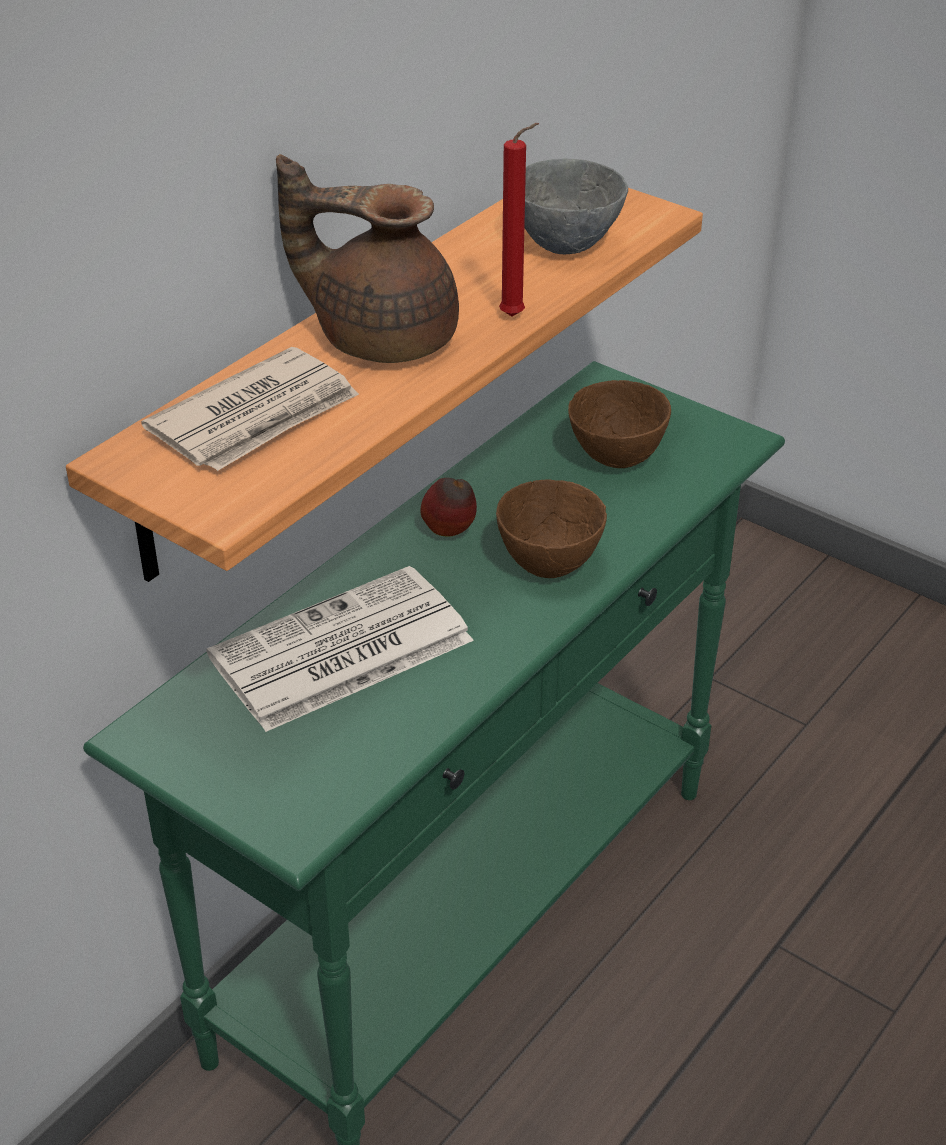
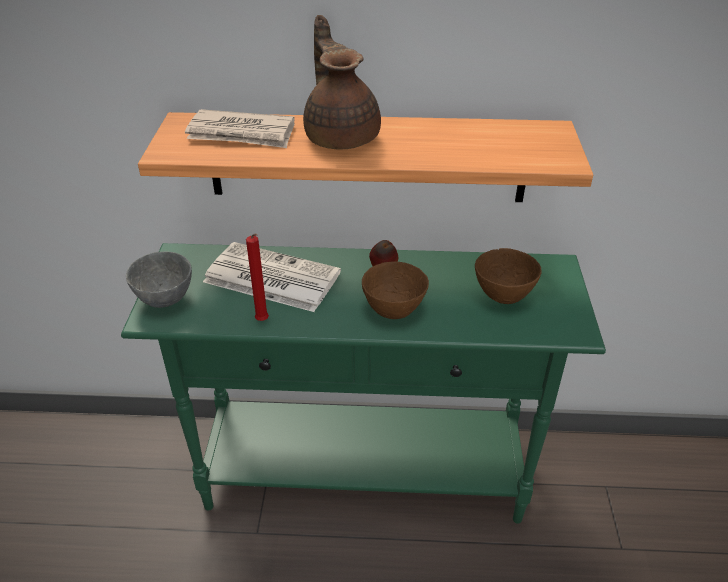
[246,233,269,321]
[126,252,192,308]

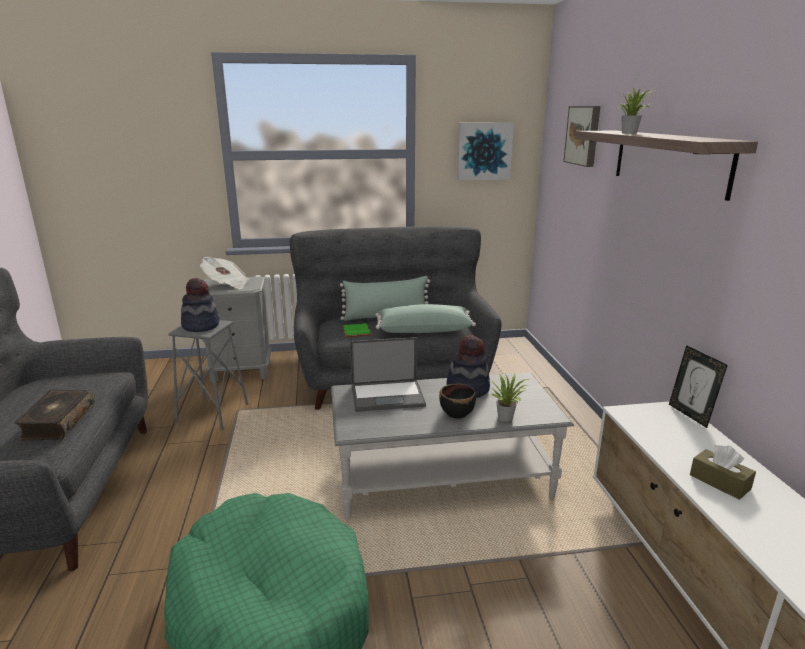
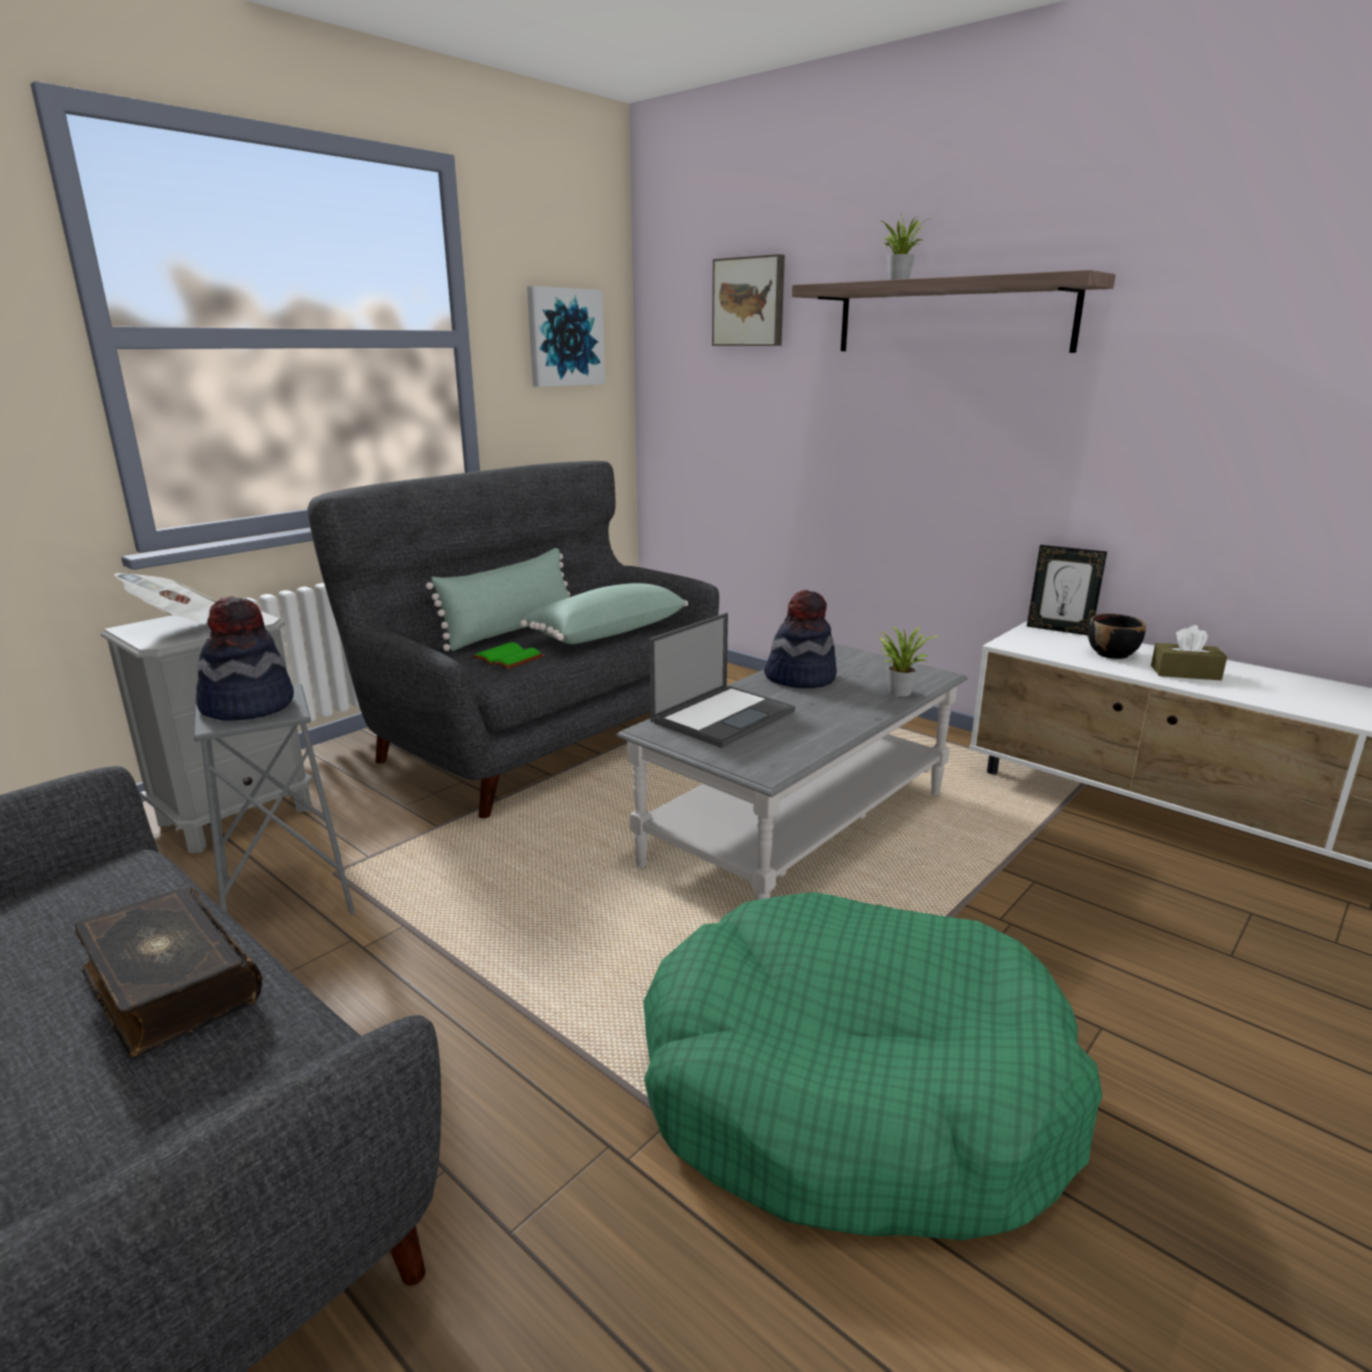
[1088,613,1146,659]

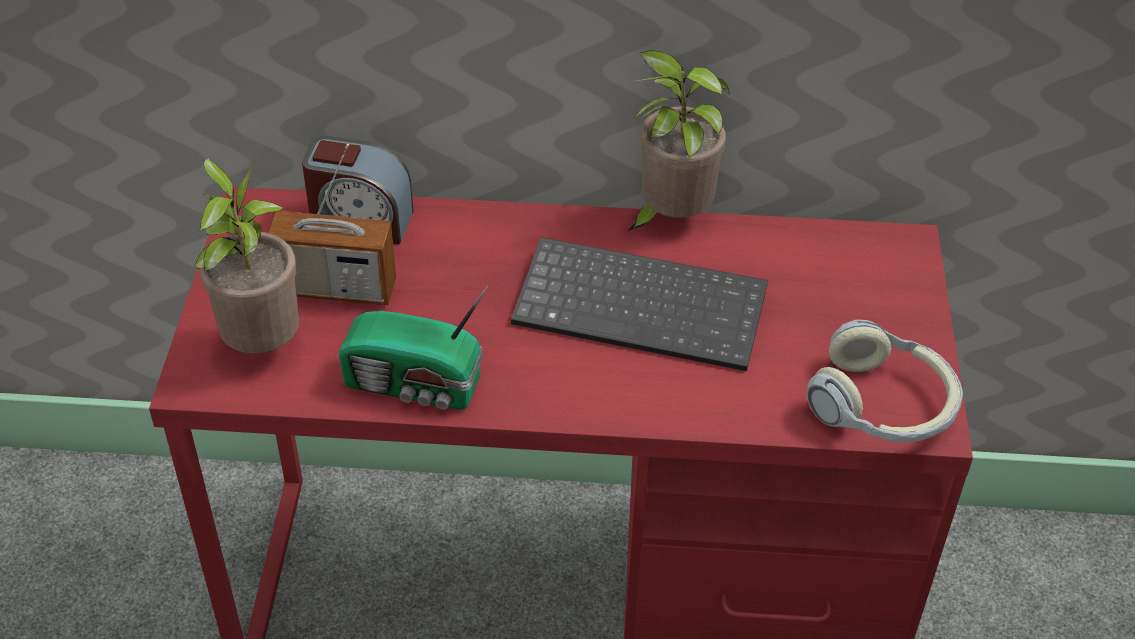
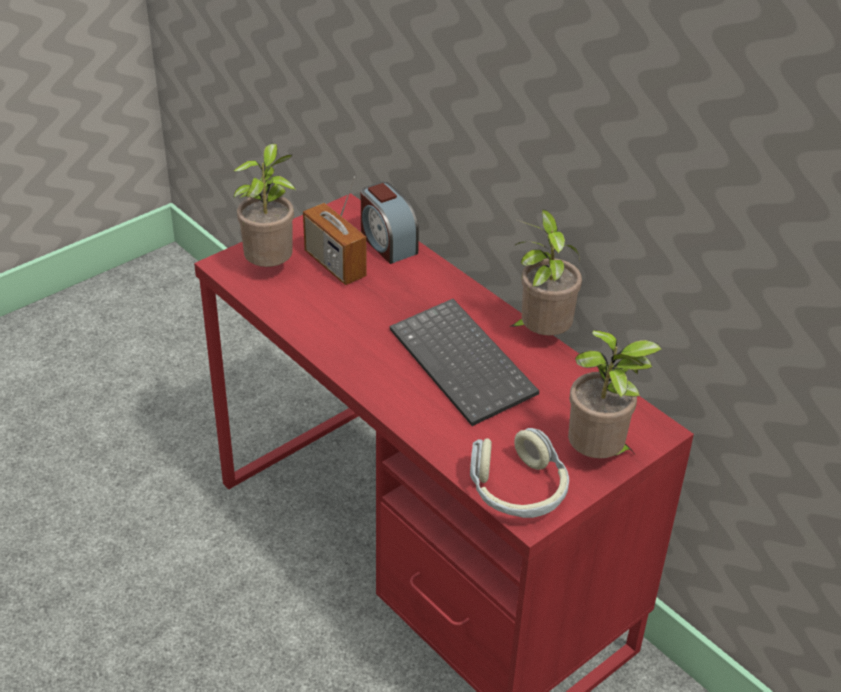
[339,284,489,410] (first image)
[568,330,662,458]

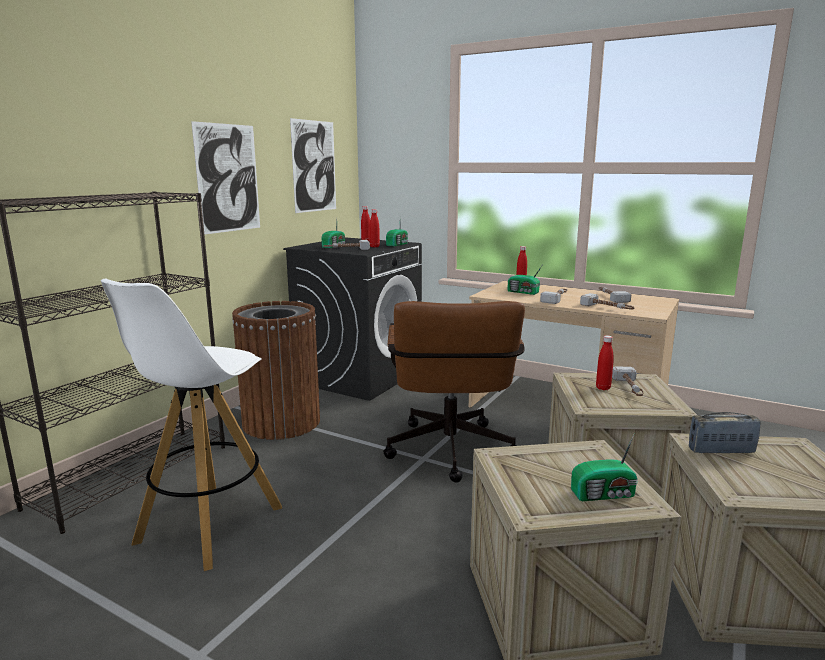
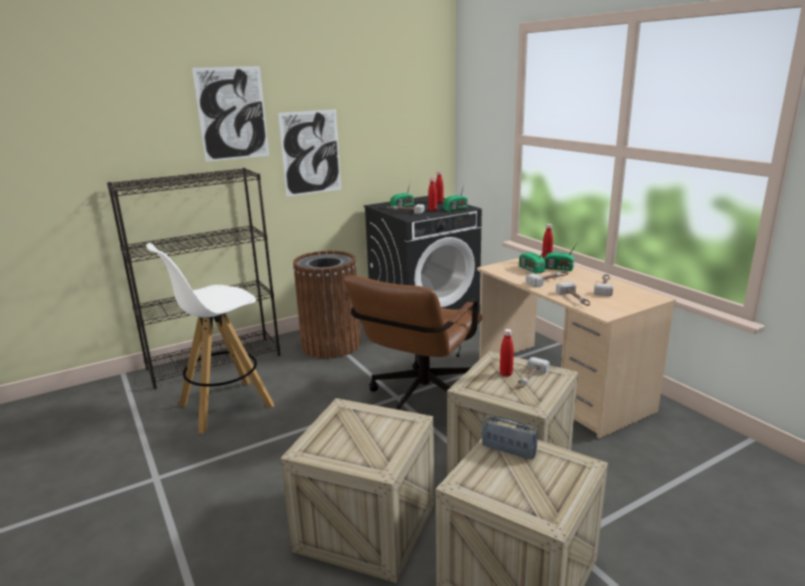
[192,66,269,162]
[544,243,577,271]

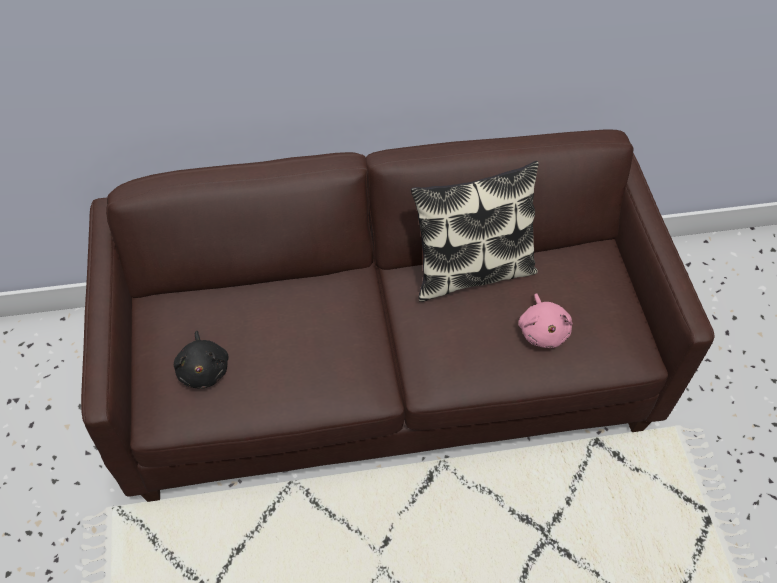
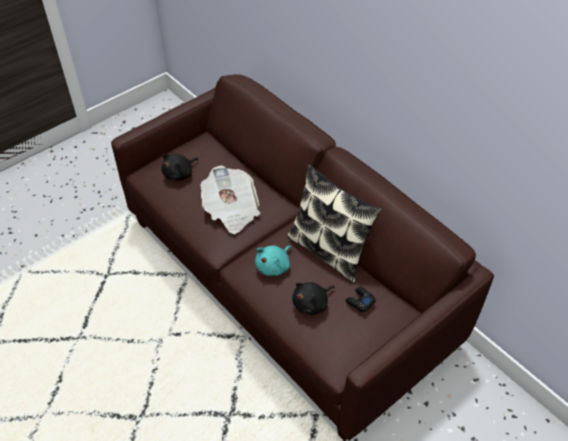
[200,165,260,234]
[255,245,291,276]
[345,287,376,312]
[292,282,335,315]

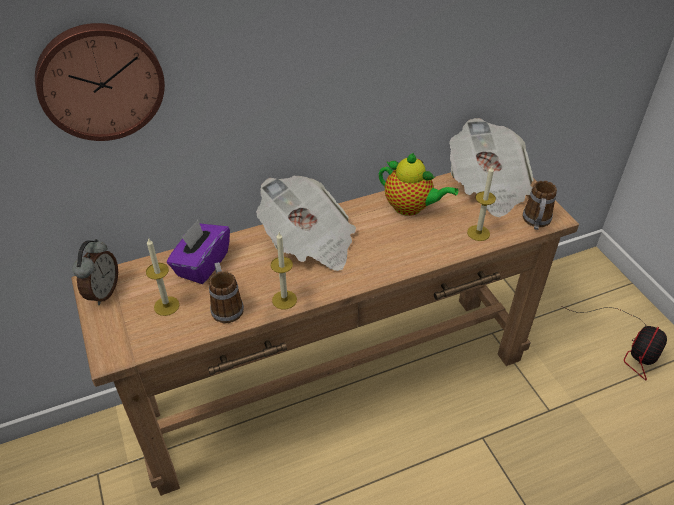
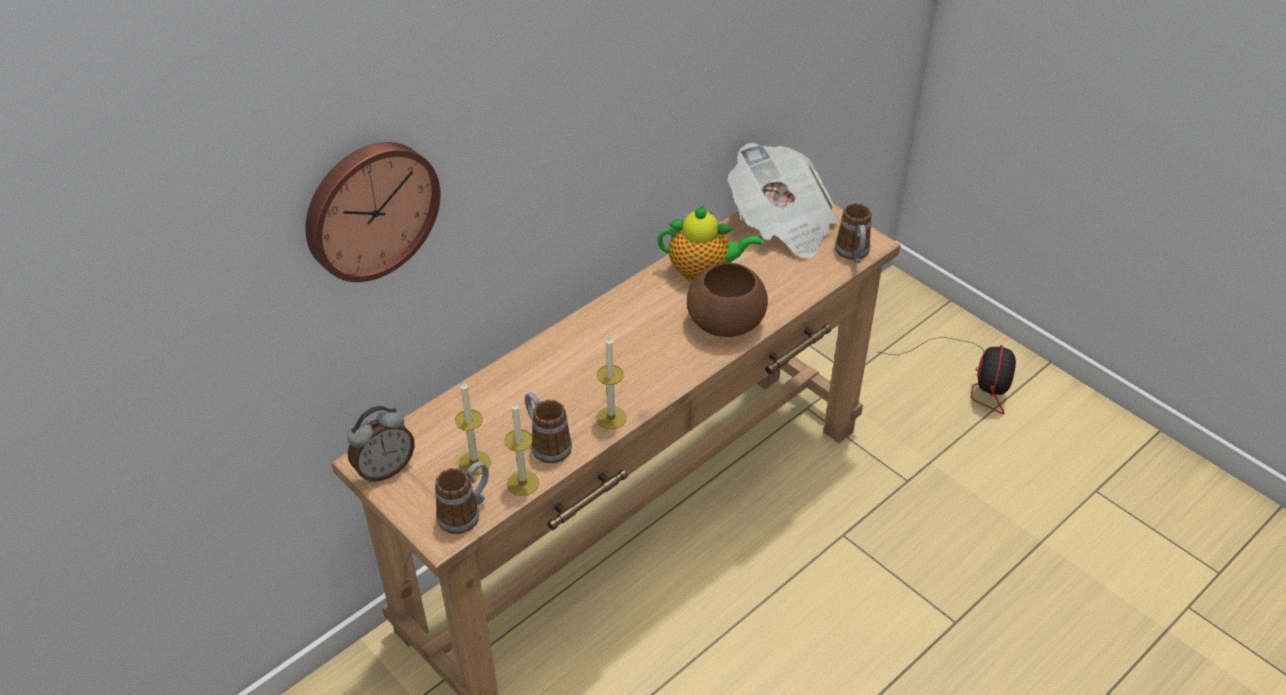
[167,220,230,284] (first image)
[256,176,356,271] (first image)
[435,462,489,534]
[687,263,768,337]
[504,402,539,496]
[347,406,415,483]

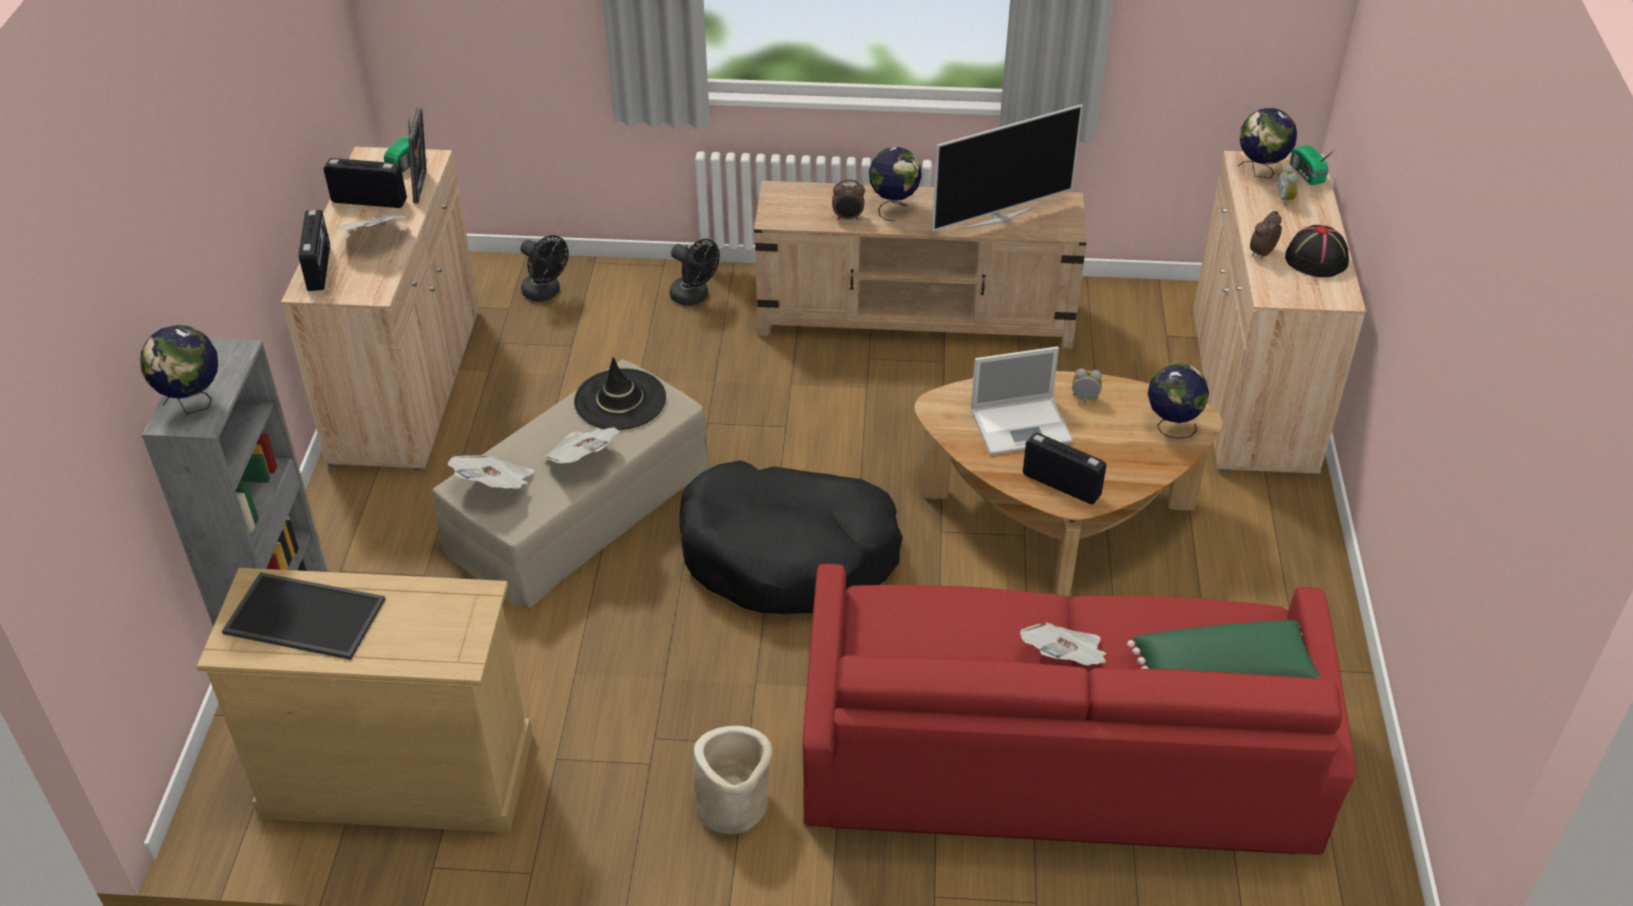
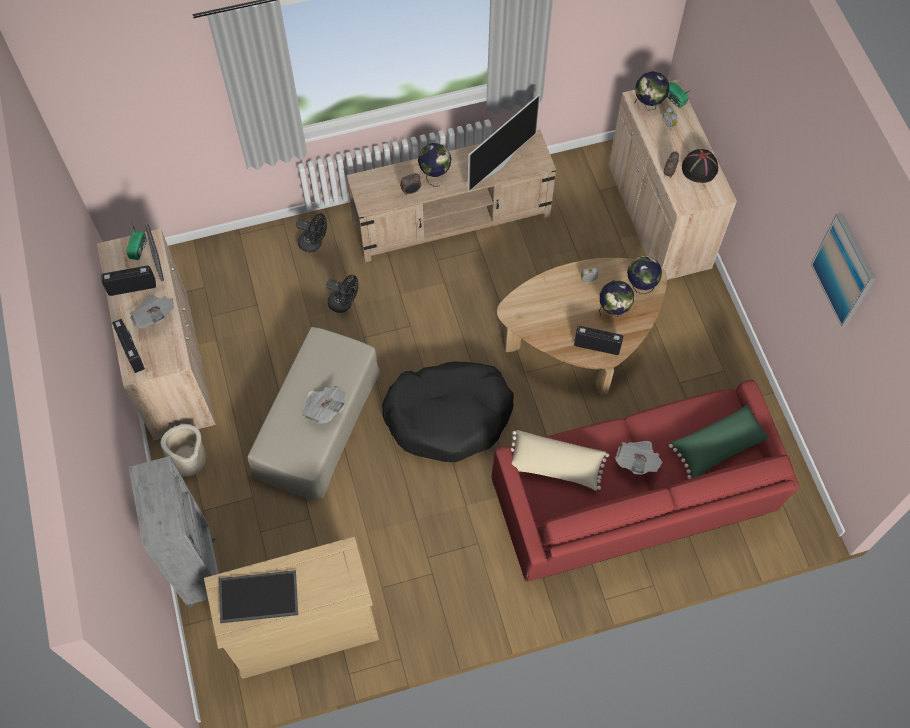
[448,455,534,489] (first image)
[574,357,666,430] (first image)
[971,346,1073,455] (first image)
[511,430,609,491]
[811,212,876,327]
[599,281,634,317]
[326,275,358,313]
[160,424,206,477]

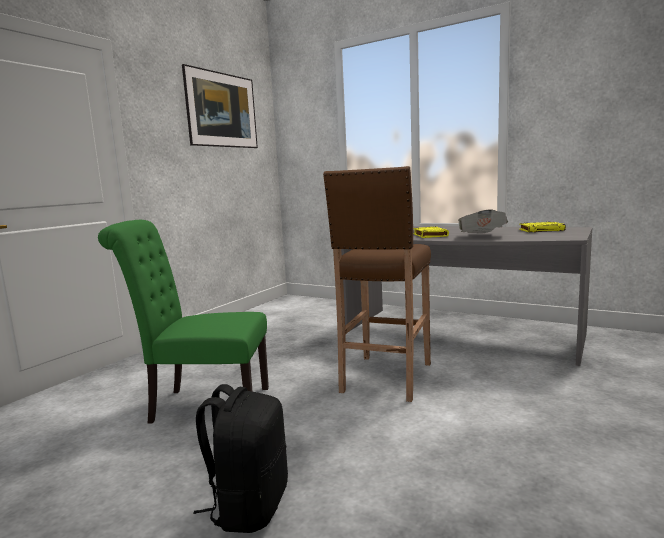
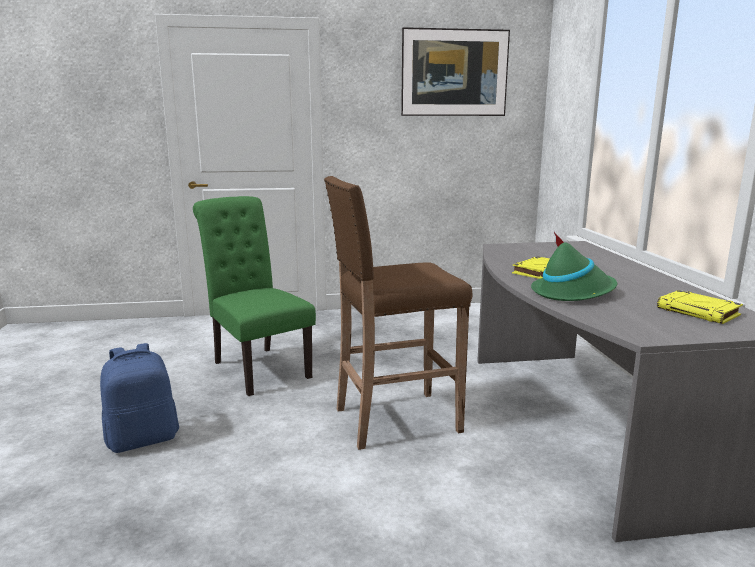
[531,232,617,301]
[100,343,179,453]

